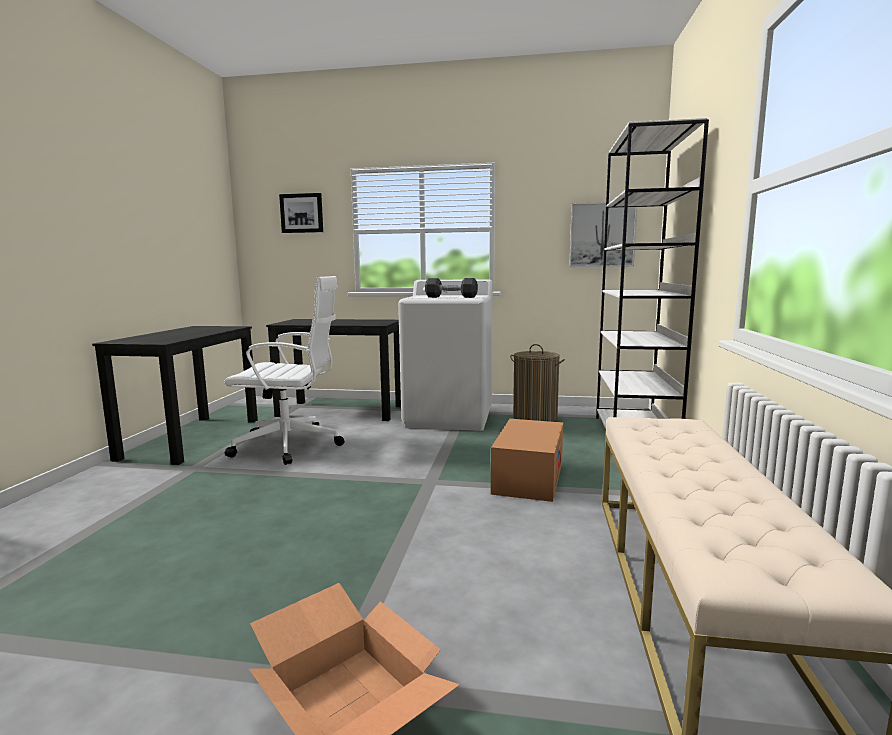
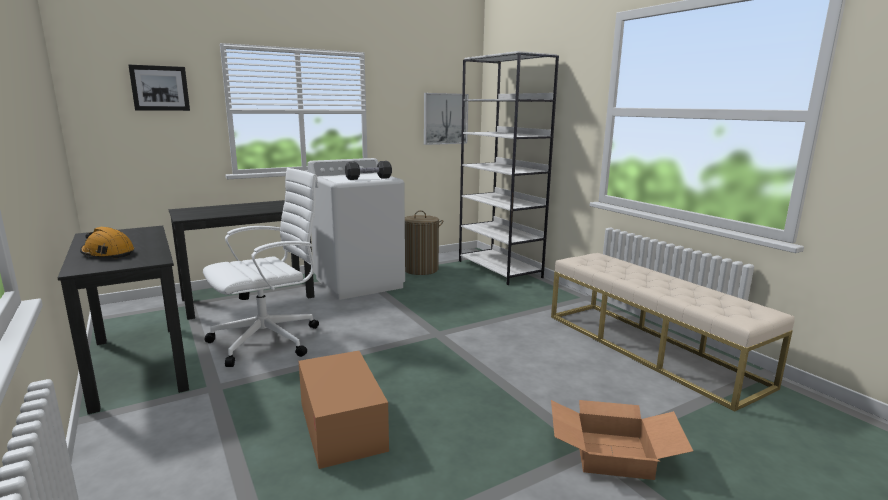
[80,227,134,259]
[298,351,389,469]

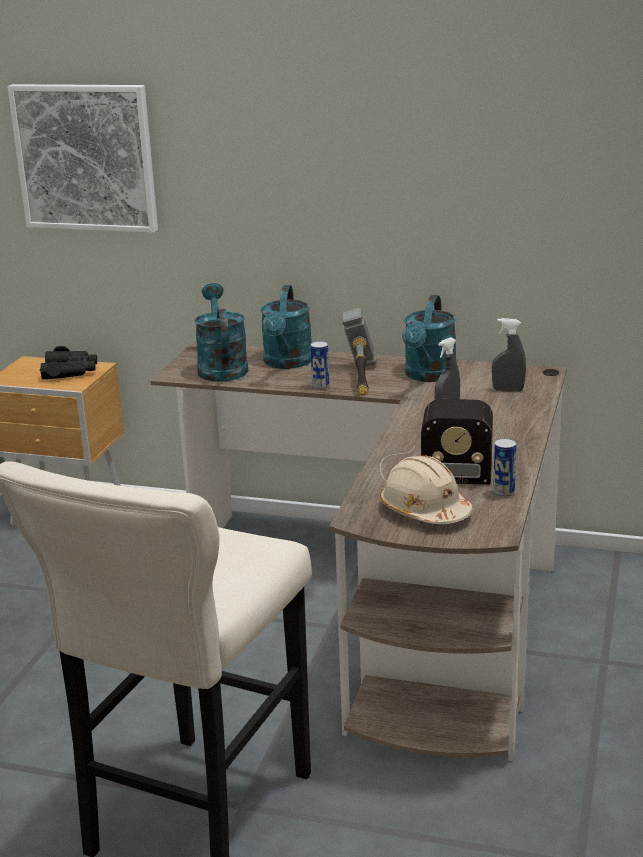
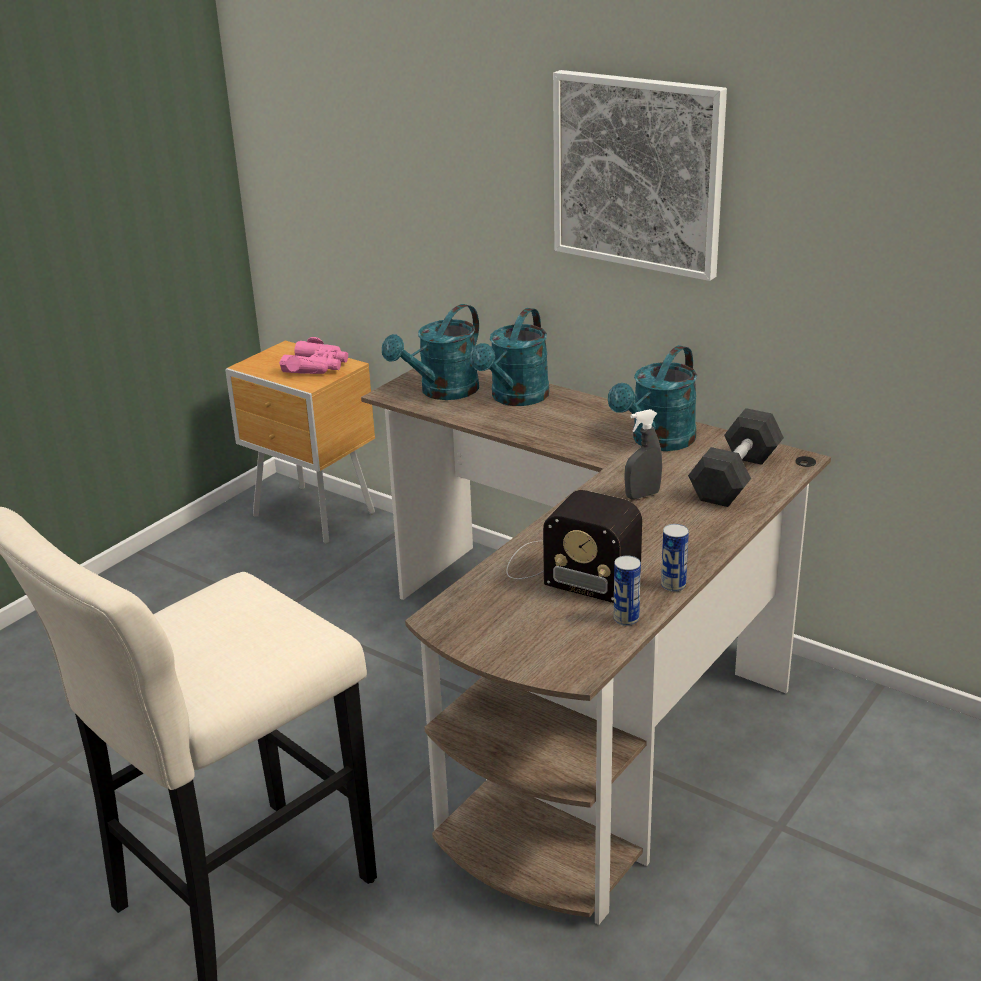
[341,308,377,396] (first image)
[380,455,472,524] (first image)
[553,70,727,281]
[661,524,689,592]
[688,408,784,507]
[279,337,348,374]
[382,304,479,400]

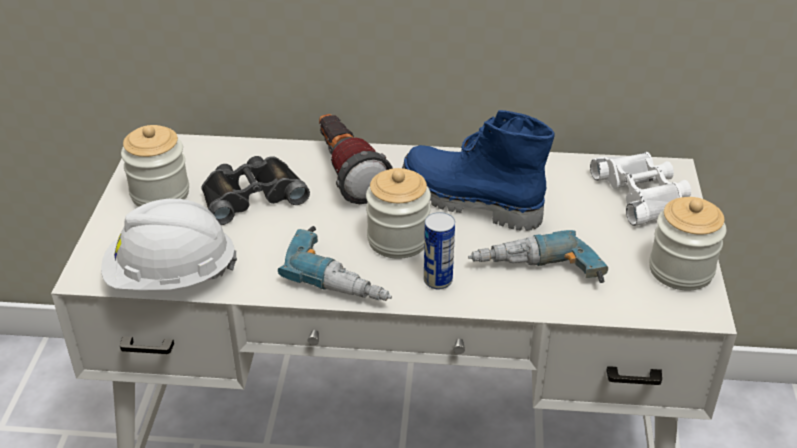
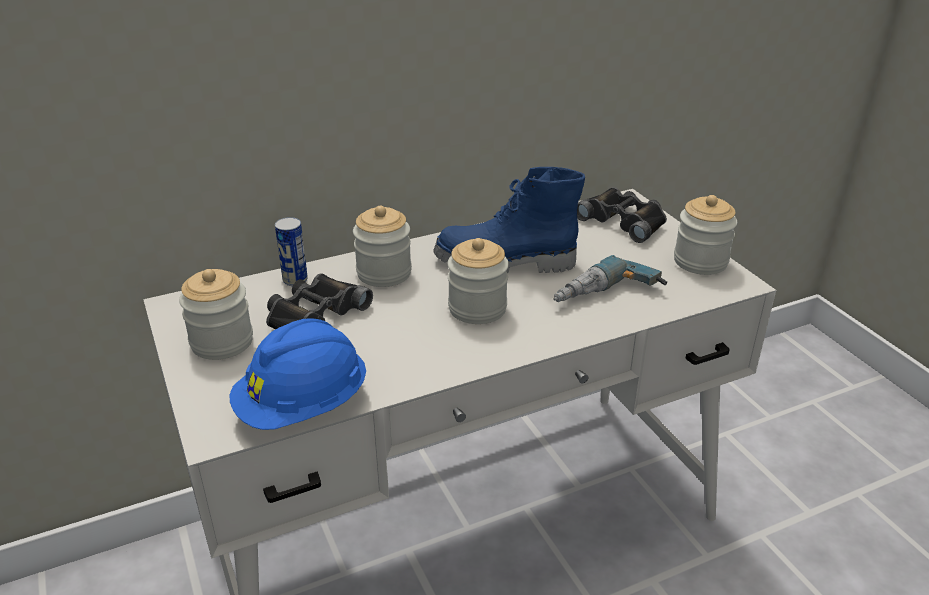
[278,226,392,301] (first image)
[275,217,308,286]
[353,206,412,287]
[229,318,366,430]
[577,187,667,243]

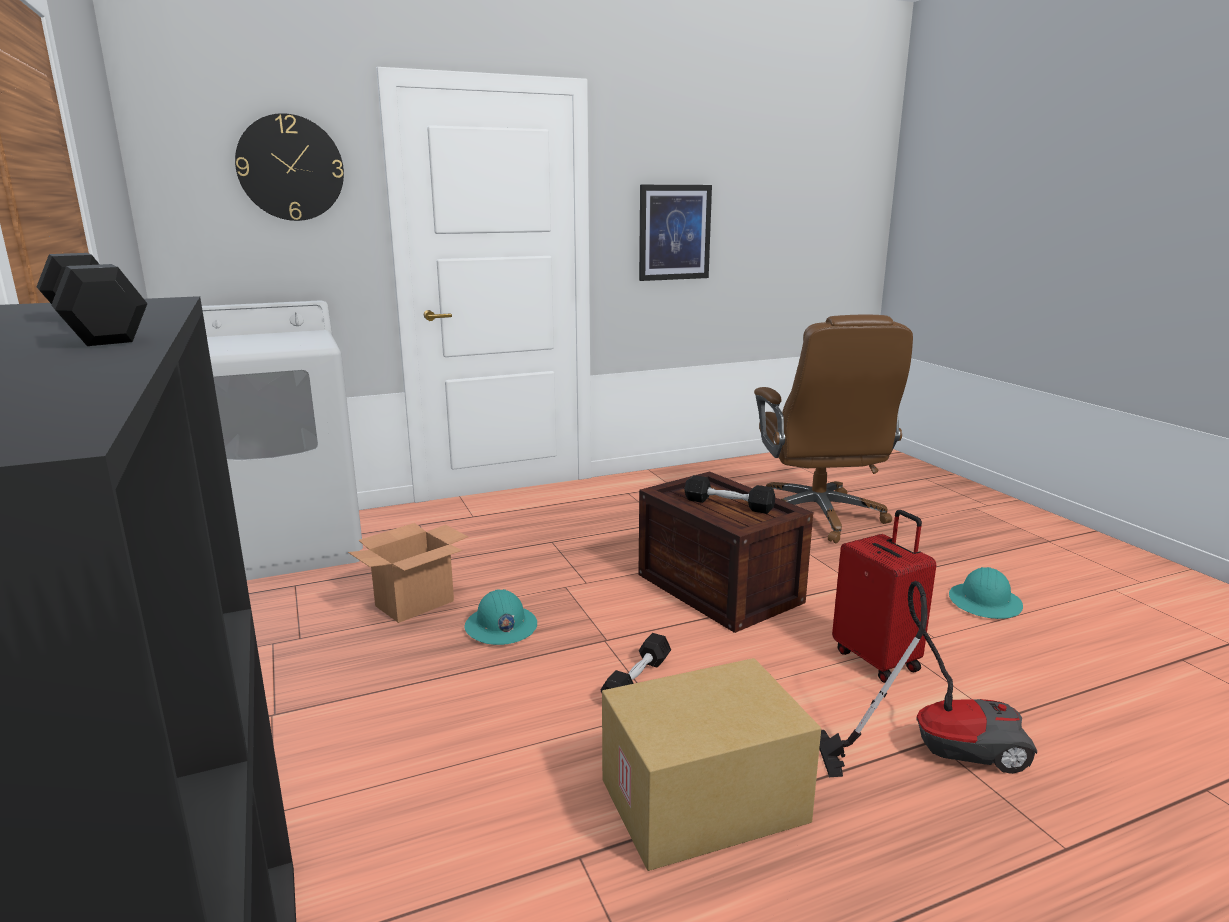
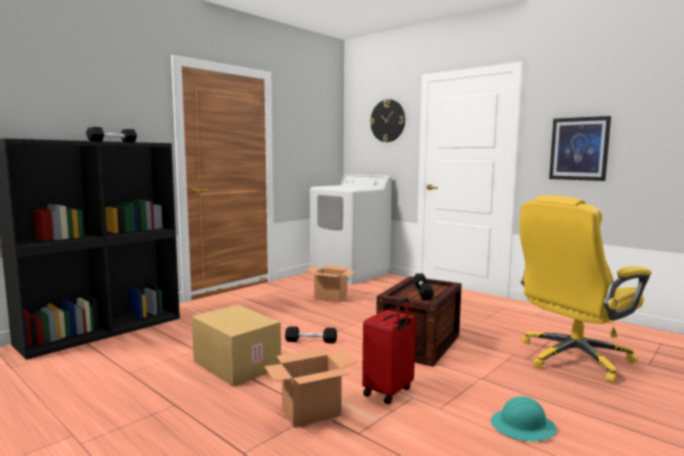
[464,589,537,645] (first image)
[264,348,357,428]
[520,196,652,383]

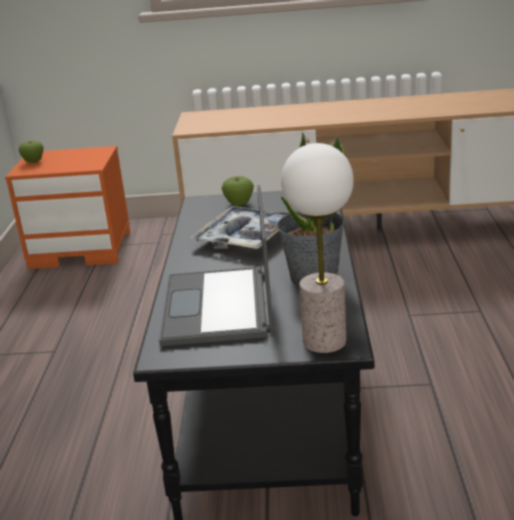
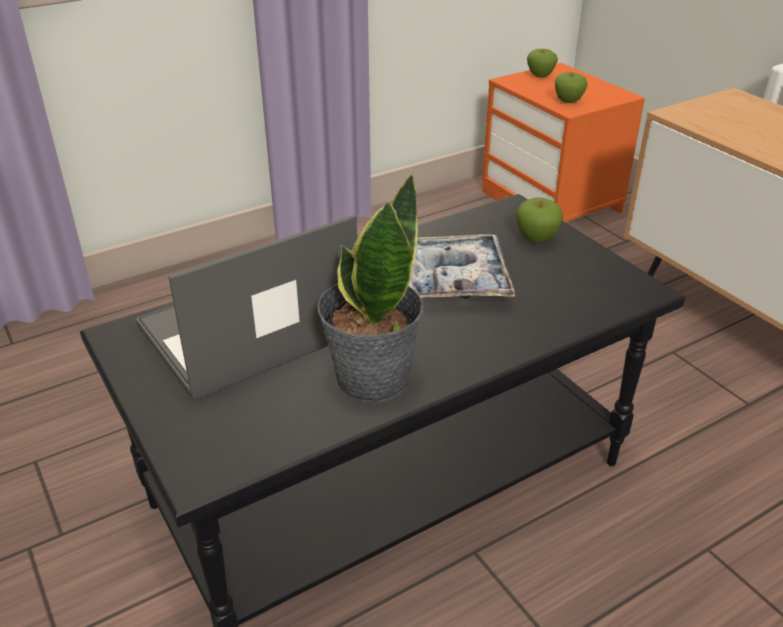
[281,143,354,353] (first image)
[555,72,588,103]

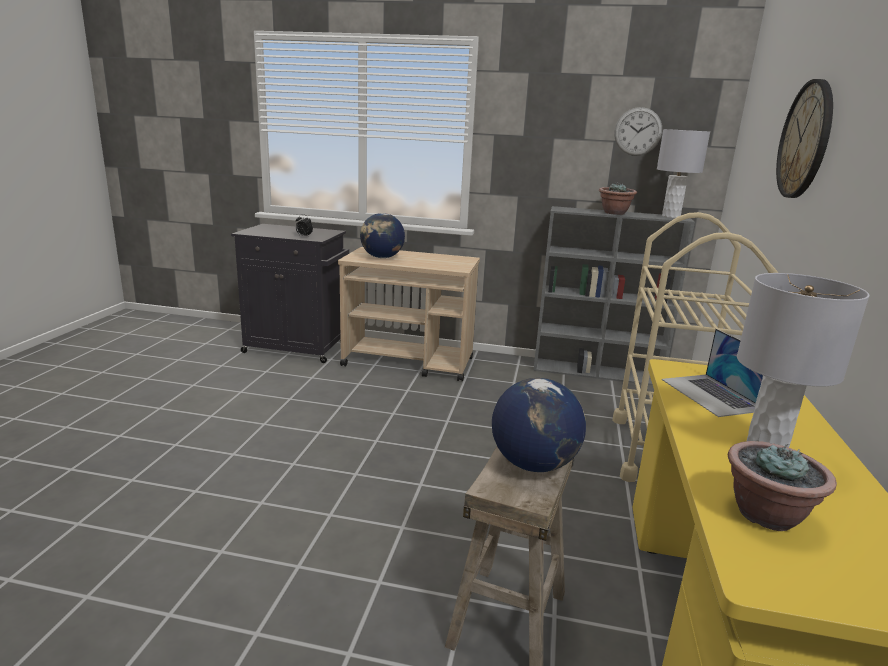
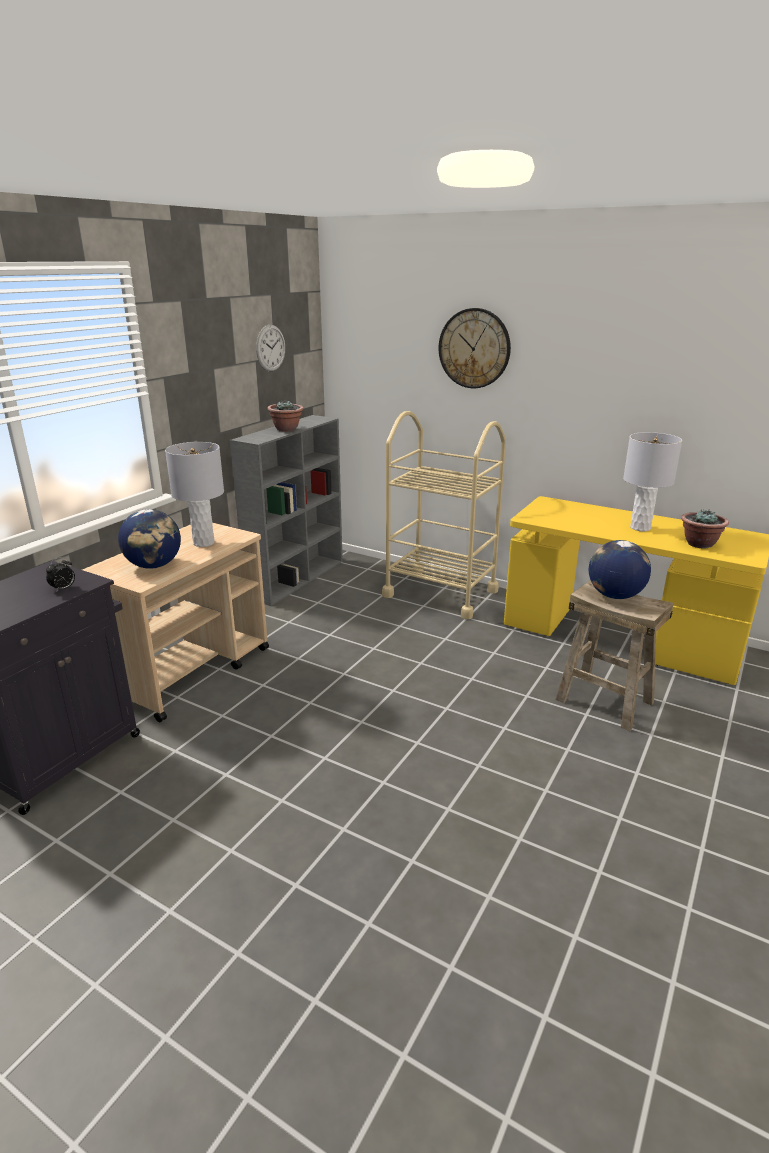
[662,329,763,417] (first image)
[165,442,224,547]

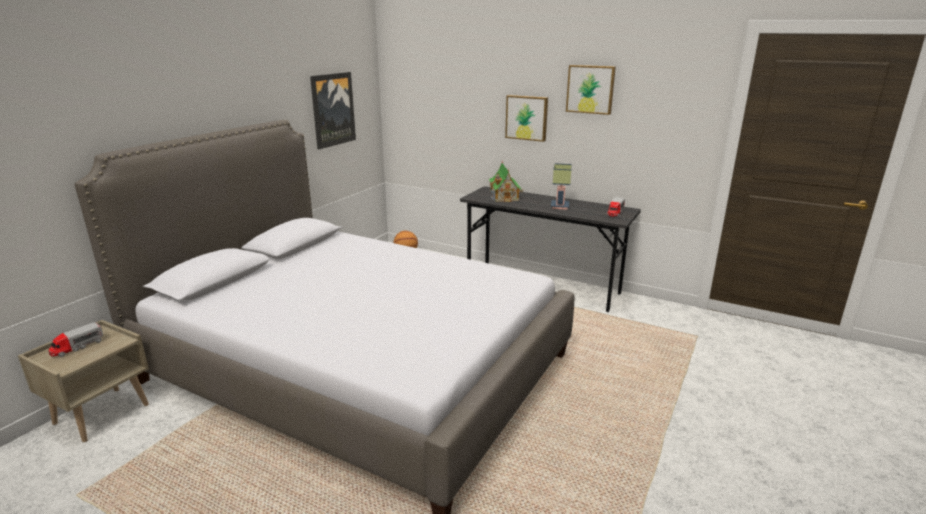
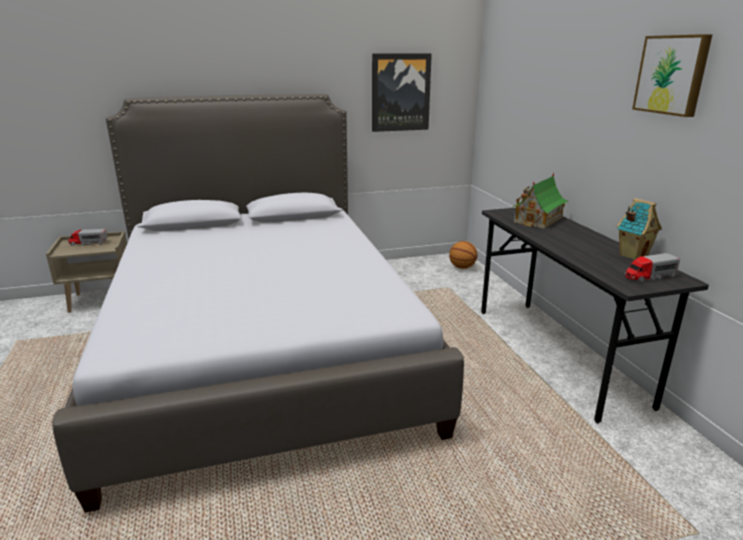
[505,95,548,142] (first image)
[551,163,572,210] (first image)
[616,198,662,260]

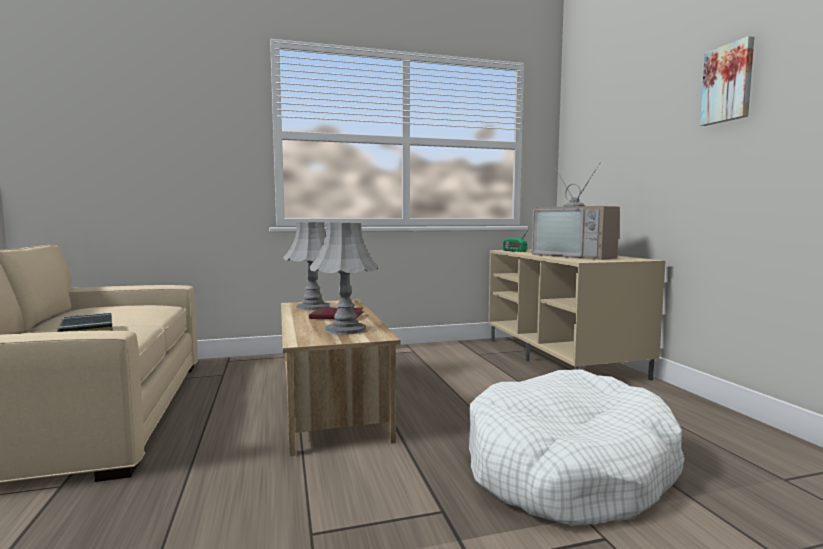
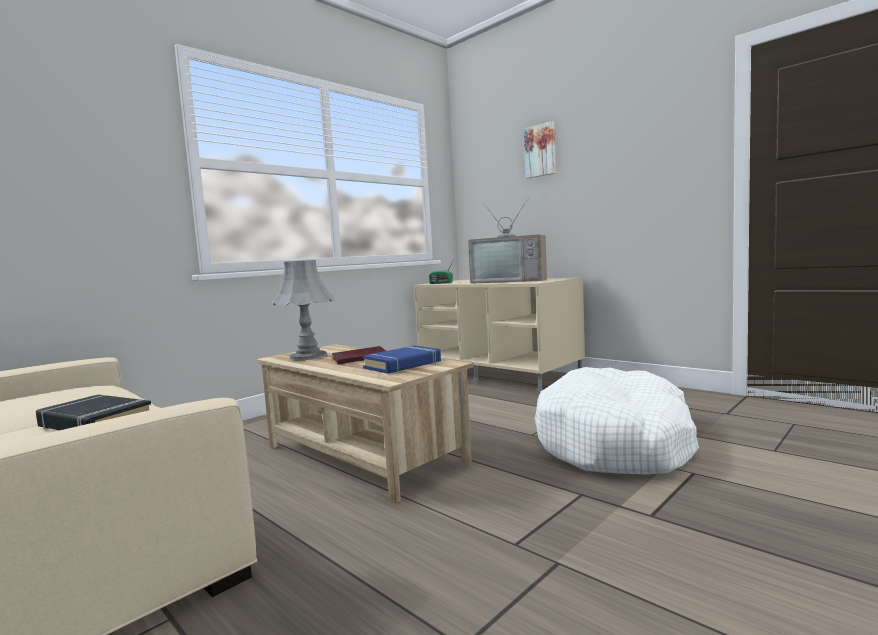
[524,121,556,179]
[362,345,441,374]

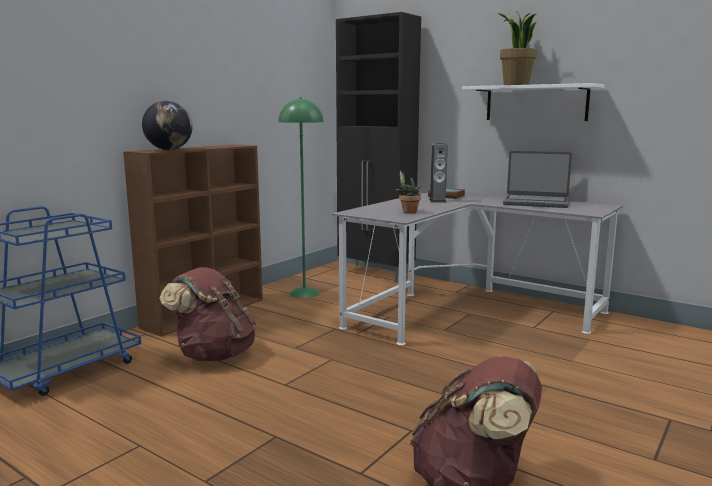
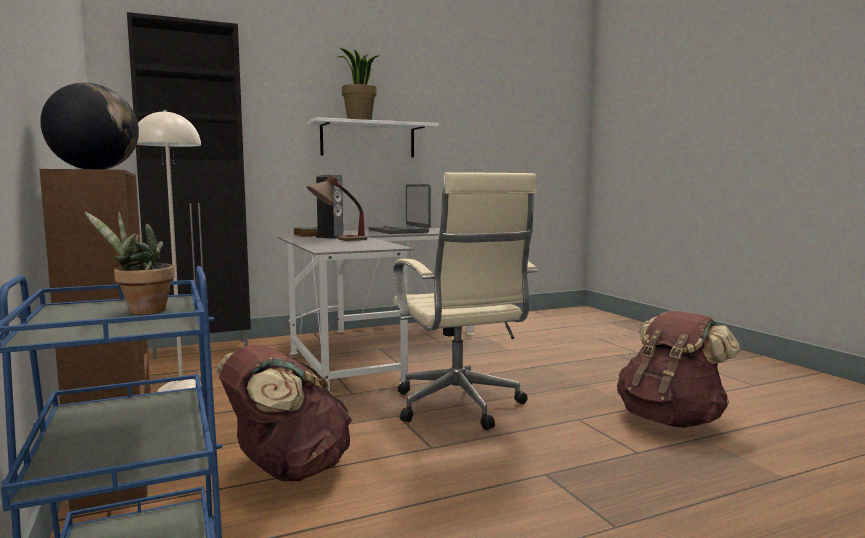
[307,174,367,241]
[394,172,538,430]
[85,212,175,315]
[137,110,201,392]
[369,184,431,234]

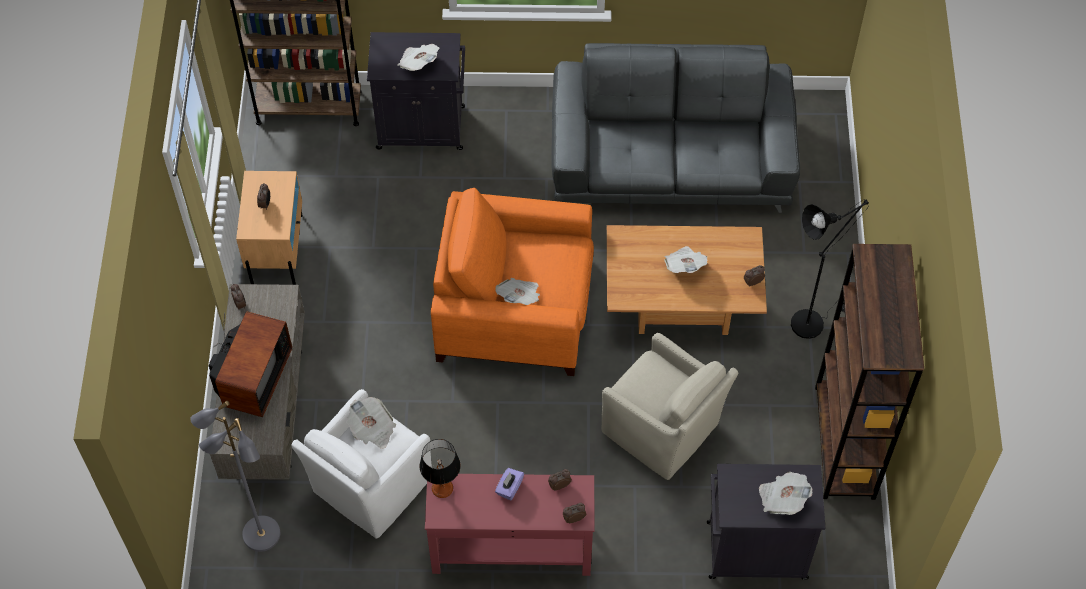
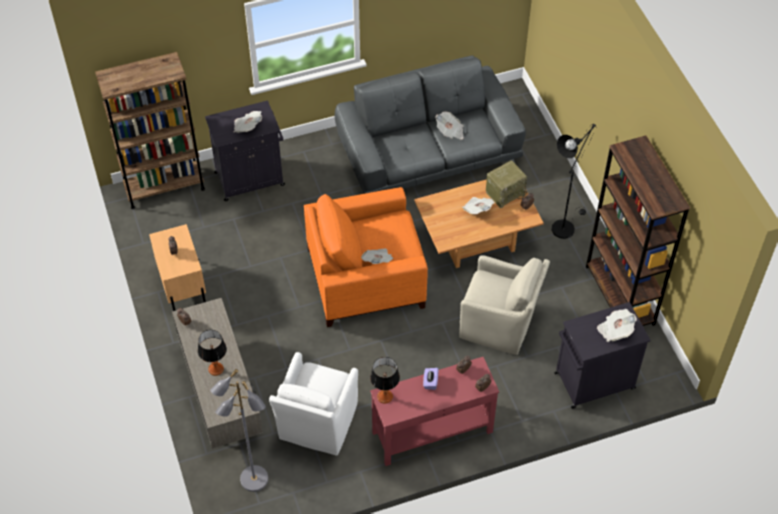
[486,160,527,208]
[435,112,464,140]
[198,330,227,376]

